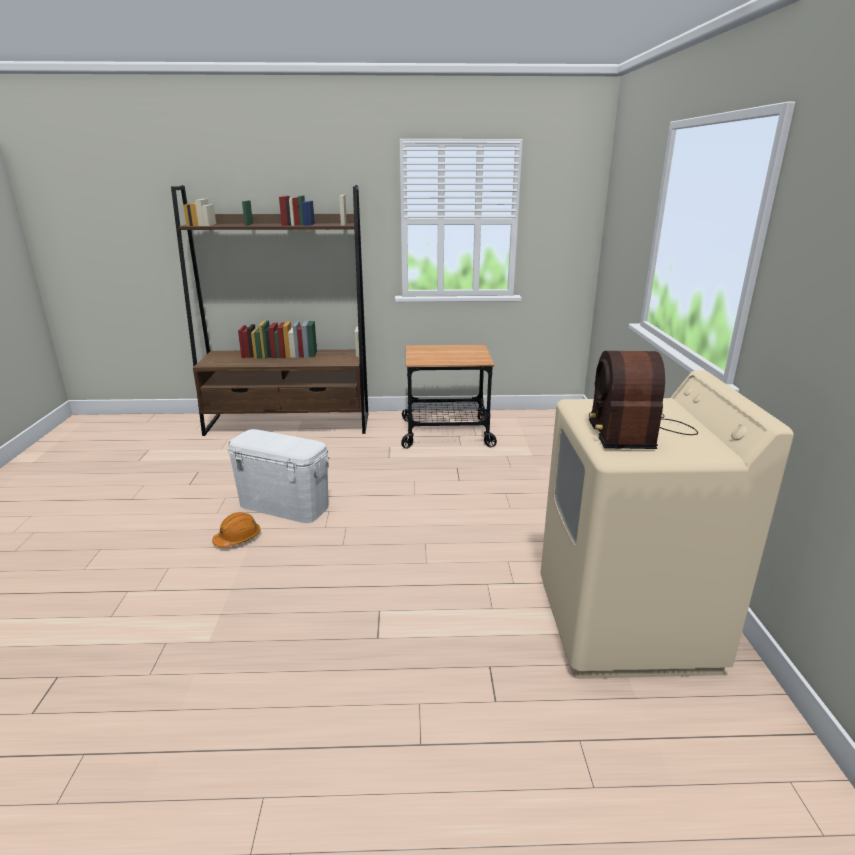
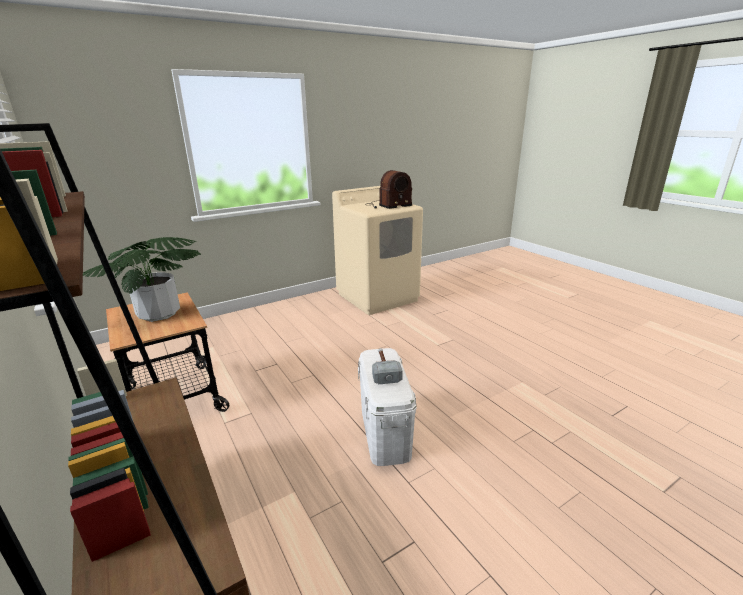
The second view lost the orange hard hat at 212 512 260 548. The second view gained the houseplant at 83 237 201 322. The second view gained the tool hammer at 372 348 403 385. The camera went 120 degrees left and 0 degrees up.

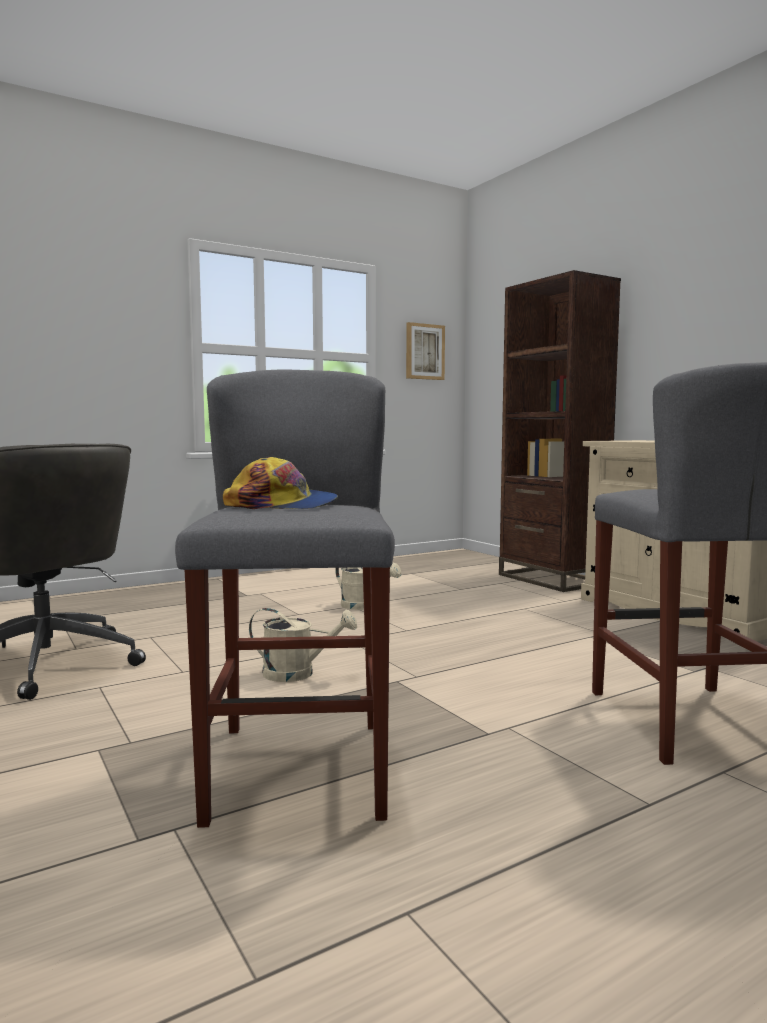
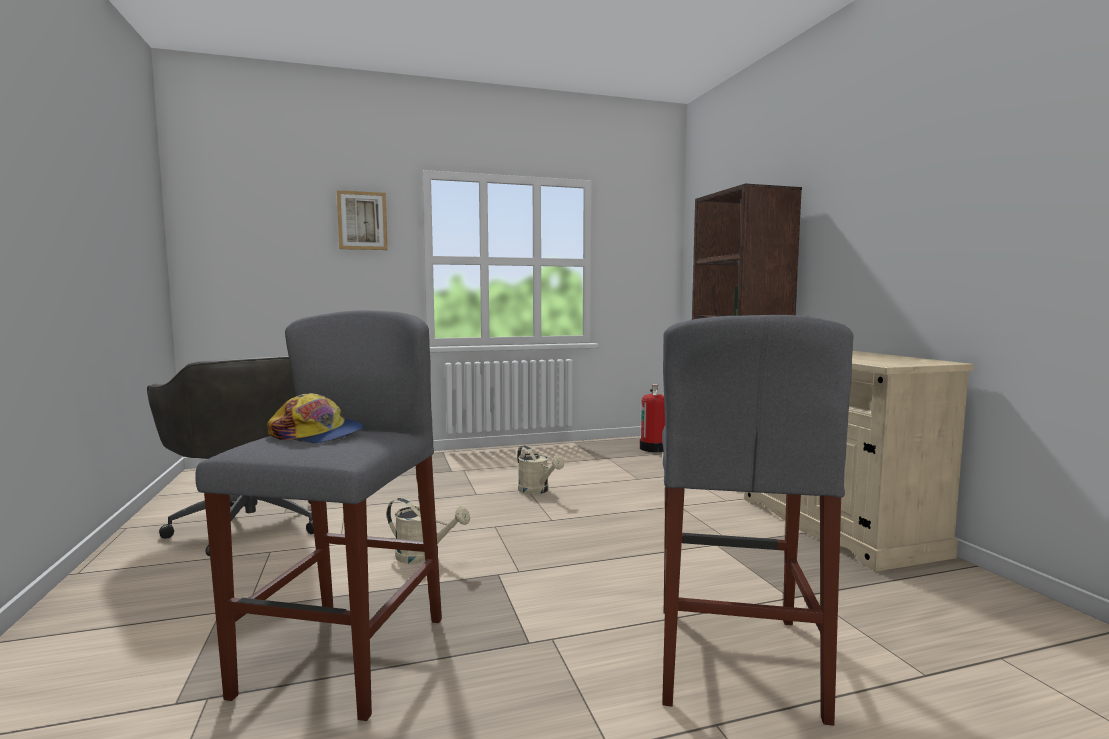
The wall picture ended up elsewhere, having gone from 406 322 445 380 to 337 190 388 250. The second view gained the extinguisher at 640 384 665 452. The camera went 15 degrees right and 0 degrees up.

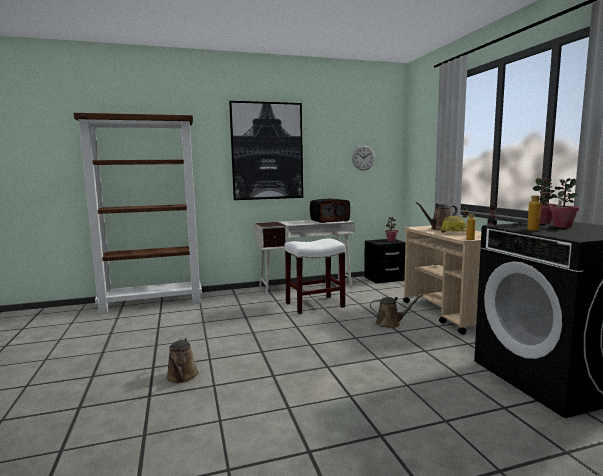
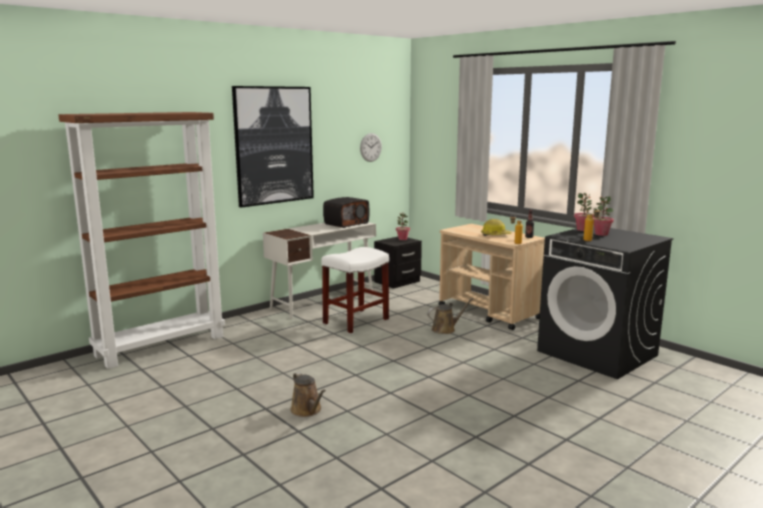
The second view lost the brown-coloured watering can at 416 202 458 230. The camera went 25 degrees left and 5 degrees up.

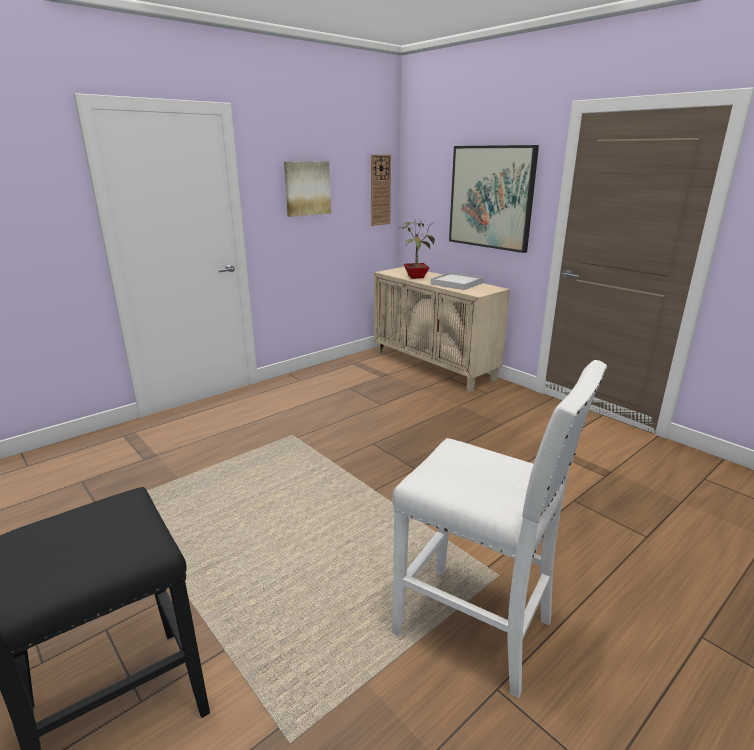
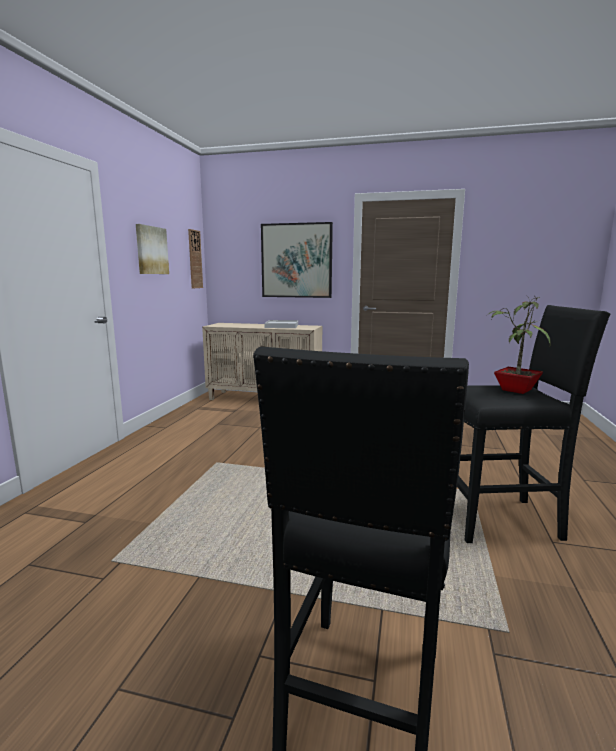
What was the whitish stool at 392 360 607 698 turned into the blackish stool at 457 305 610 543. The houseplant ended up elsewhere, having gone from 400 218 435 279 to 489 296 551 394. The camera went 35 degrees left and 10 degrees down.

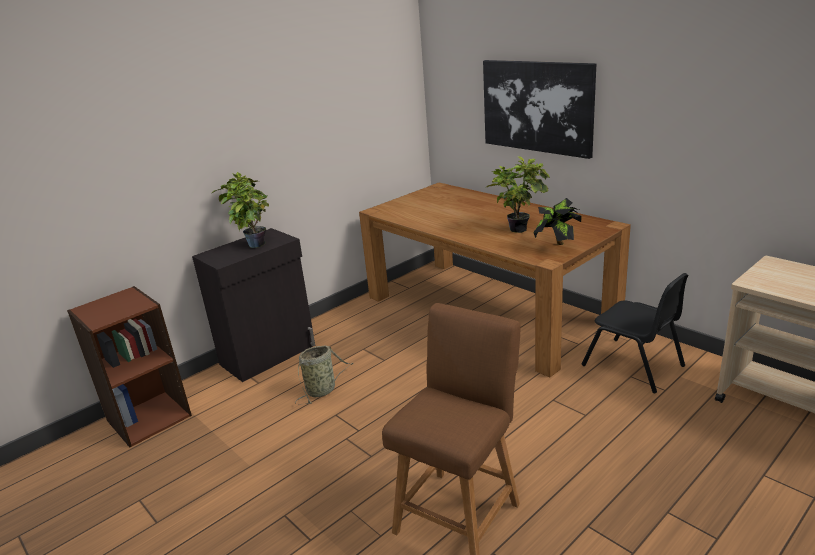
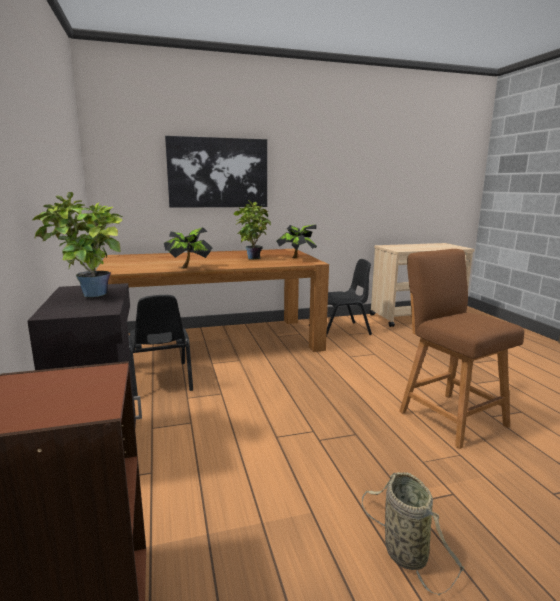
The basket ended up elsewhere, having gone from 295 346 354 404 to 362 472 464 595. The second view gained the blackish chair at 128 295 193 396. The second view gained the houseplant at 164 227 213 269. The camera went 65 degrees left and 10 degrees down.

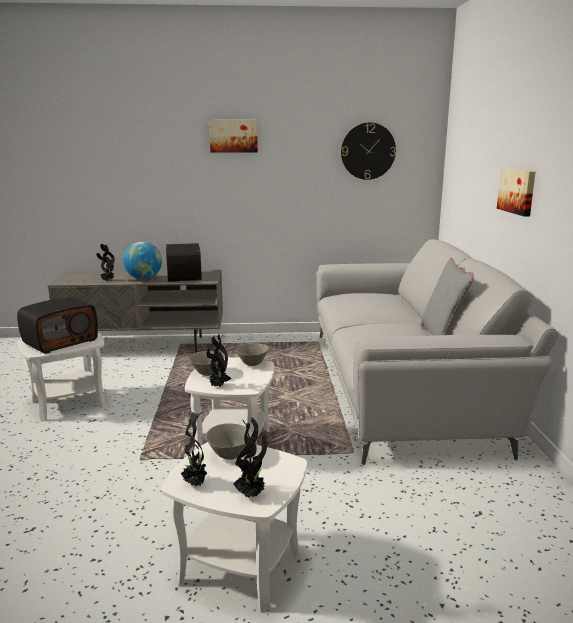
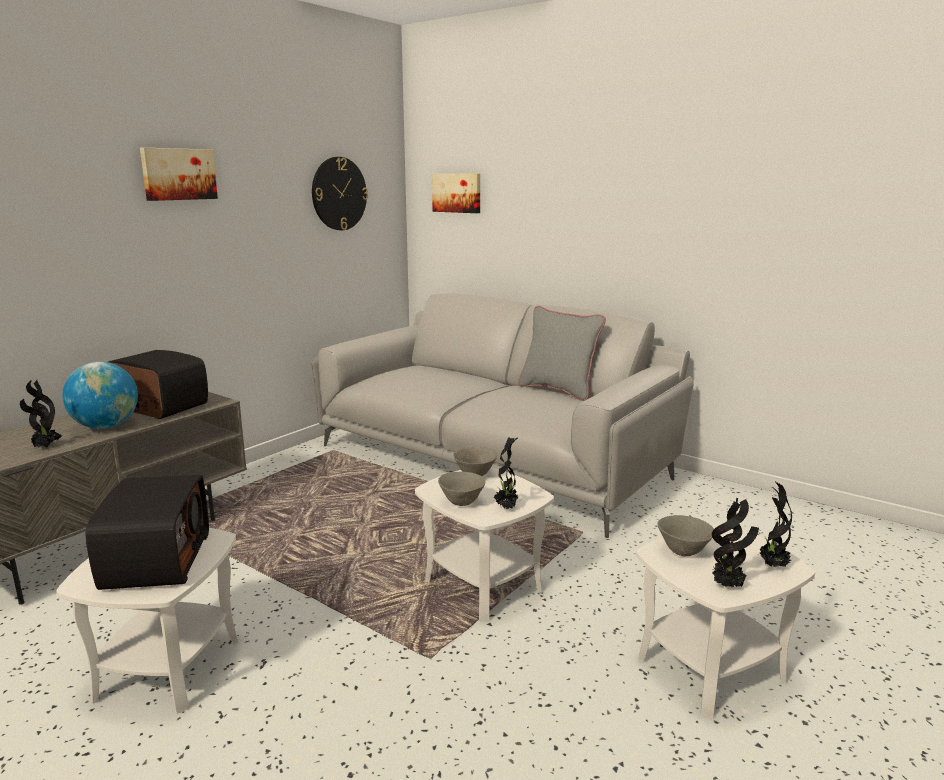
The wall picture ended up elsewhere, having gone from 497 168 536 217 to 432 174 480 213. The camera went 50 degrees left and 0 degrees up.

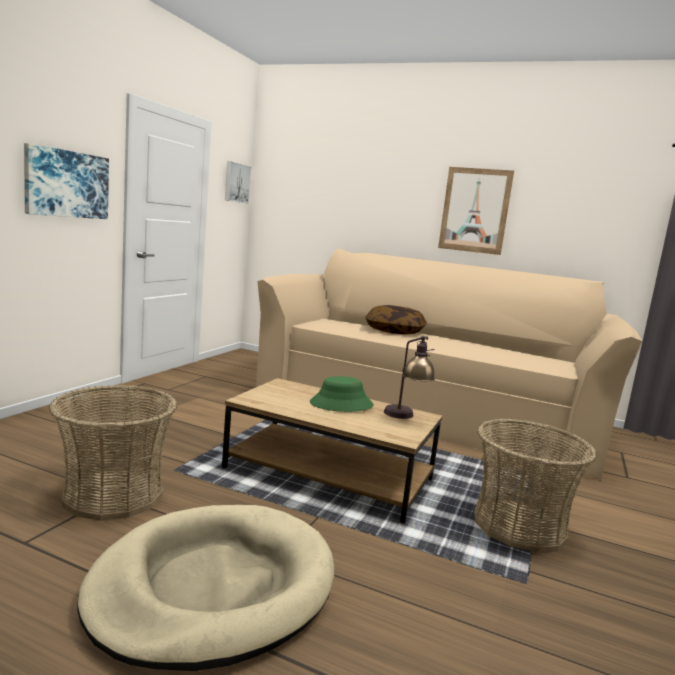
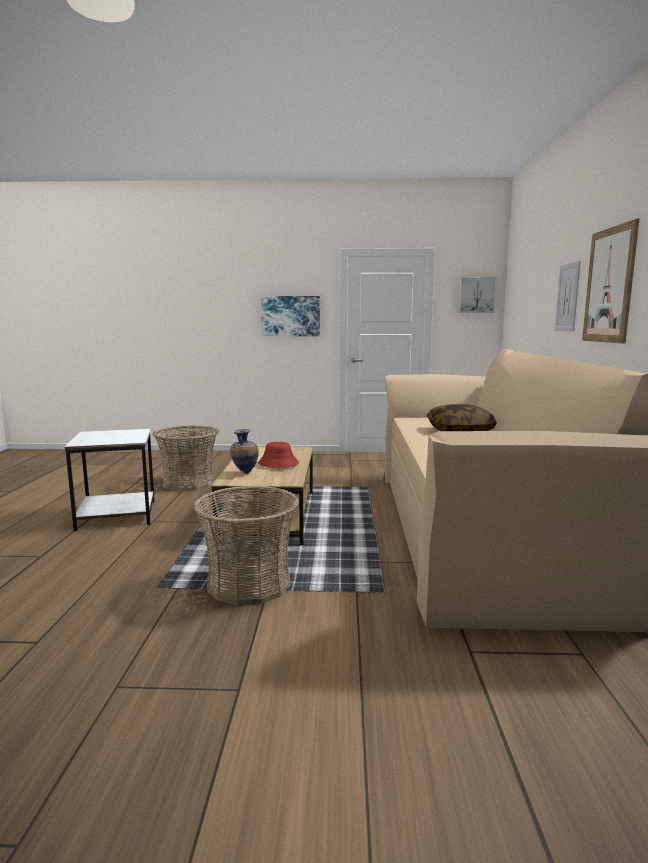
Where the beige pet bed stood at 78 505 335 671, the whitish accent table came to stand at 65 429 155 531. What was the green wearable hat at 310 376 374 412 turned into the red-coloured wearable hat at 258 442 299 468. The second view lost the lamp for a table at 384 336 435 419. The second view gained the flower vase at 230 429 259 474. The second view gained the wall picture at 555 261 581 332. The camera went 70 degrees right and 0 degrees up.

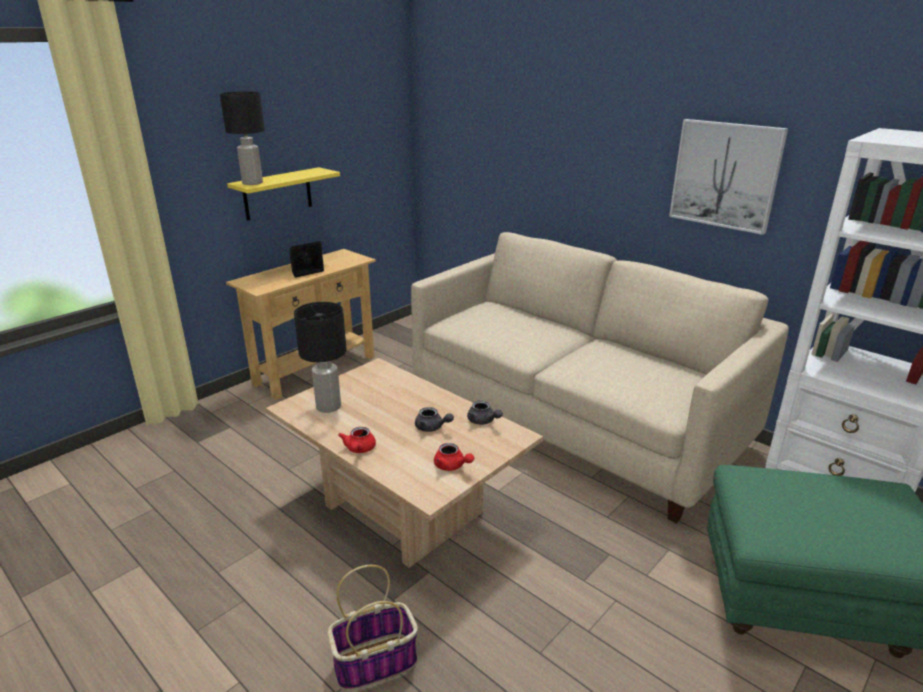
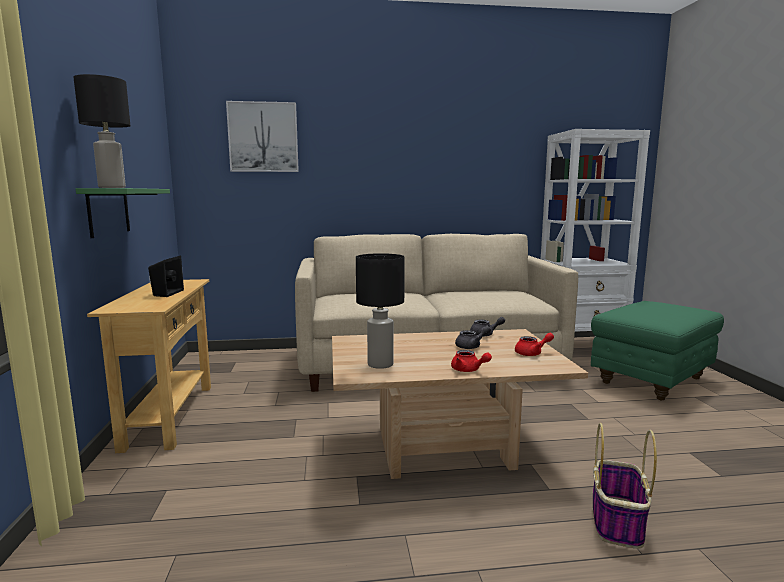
What was the yellowish shelf at 227 167 340 221 turned into the green shelf at 76 188 170 238. The wall picture ended up elsewhere, having gone from 669 119 788 235 to 226 101 299 172. The camera went 50 degrees left and 15 degrees down.

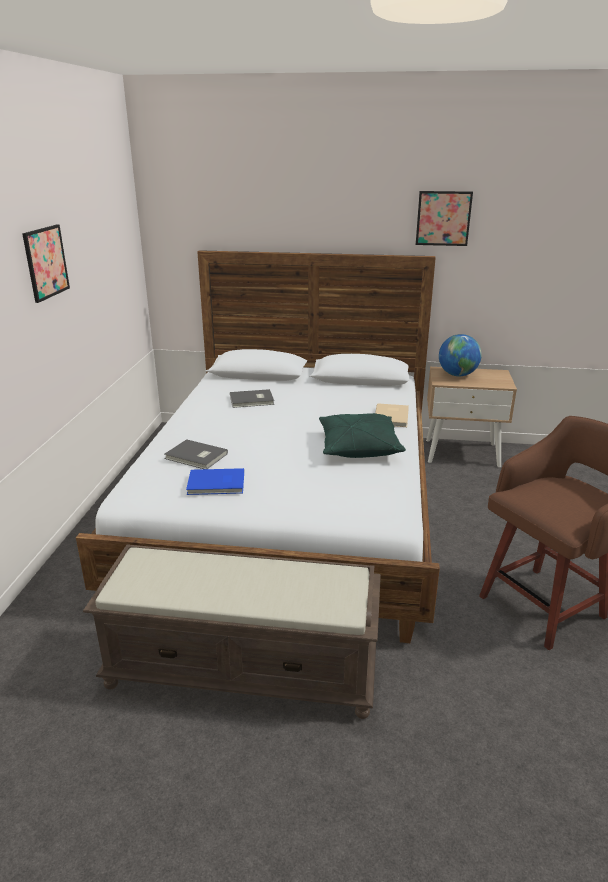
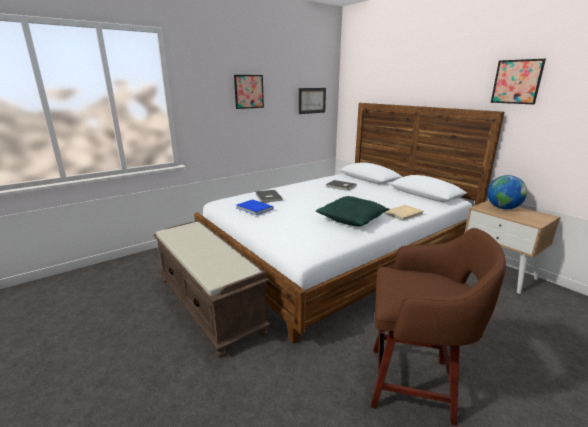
The second view gained the wall picture at 299 88 326 114. The camera went 45 degrees right and 5 degrees down.

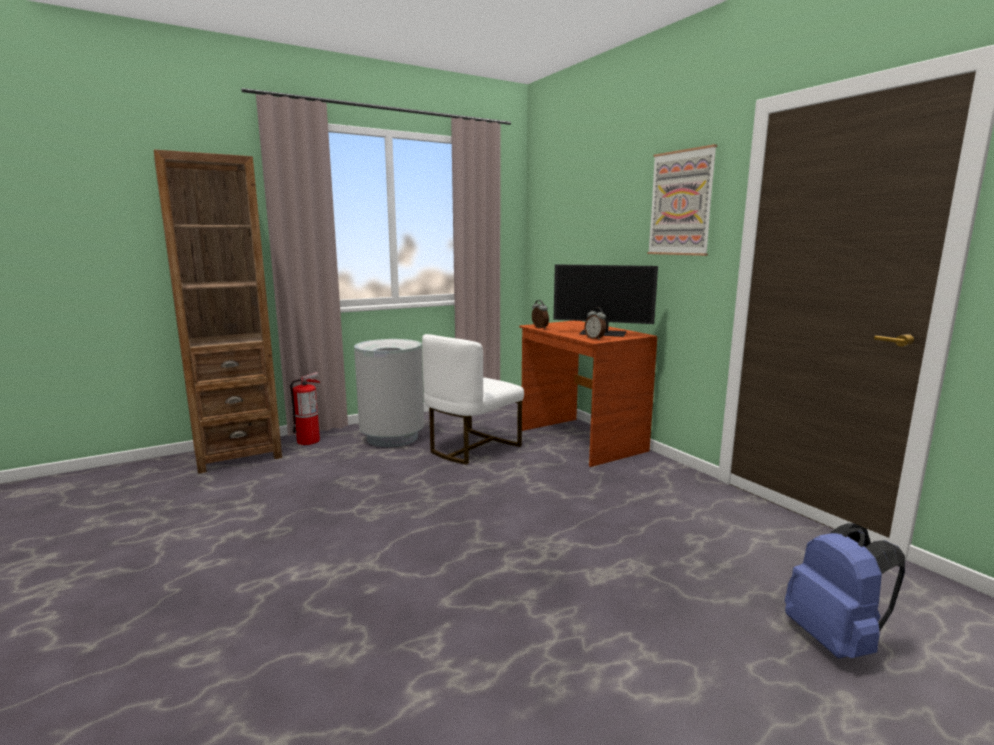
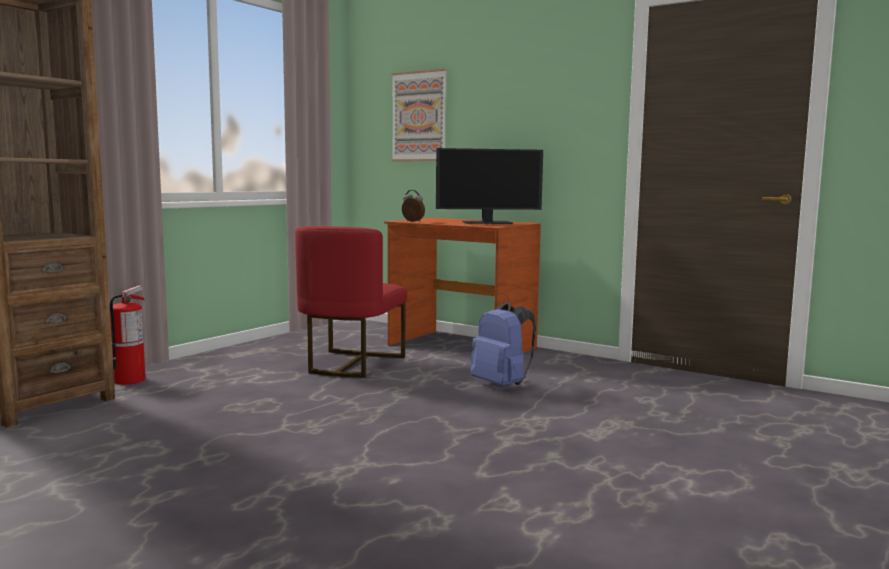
The second view lost the greyish waste bin at 354 339 424 447. What was the whitish chair at 422 334 524 465 turned into the red-coloured chair at 295 226 407 378. The second view lost the table clock at 585 307 606 340. The wall picture ended up elsewhere, having gone from 647 144 717 256 to 392 69 447 161. The blue backpack ended up elsewhere, having gone from 785 523 905 658 to 470 301 536 386. The camera went 25 degrees left and 5 degrees down.

